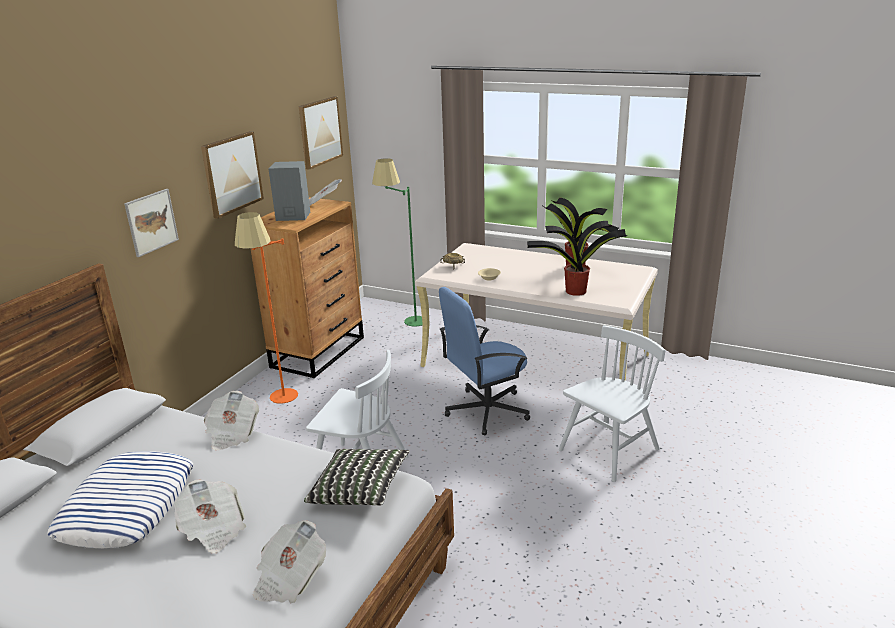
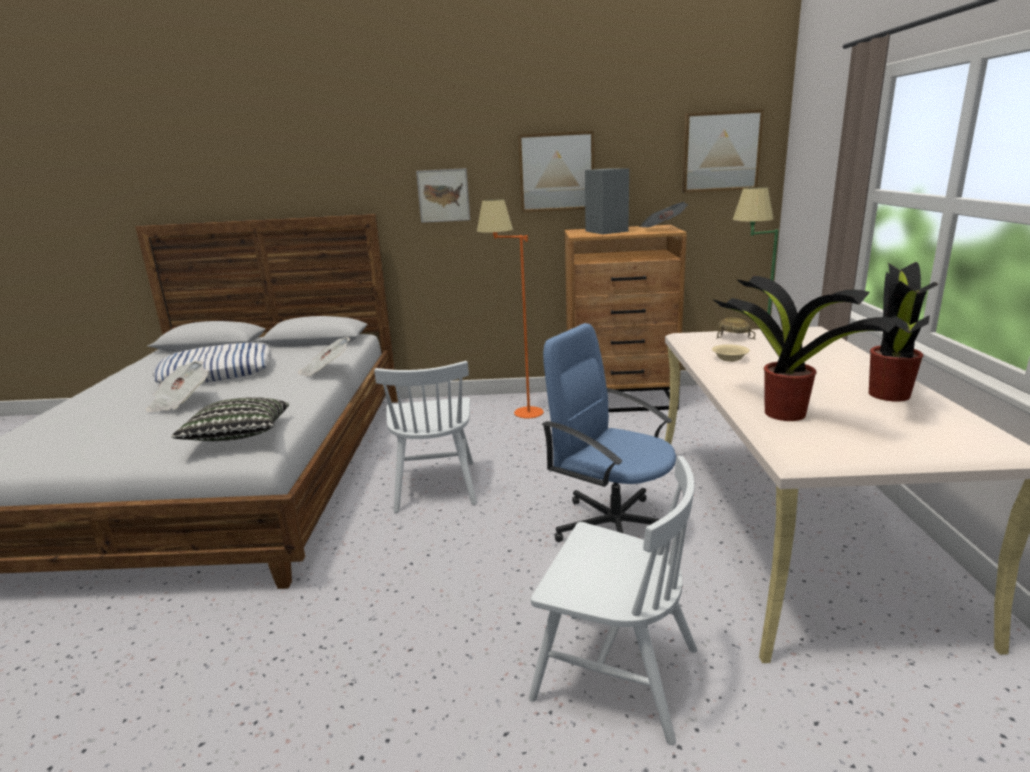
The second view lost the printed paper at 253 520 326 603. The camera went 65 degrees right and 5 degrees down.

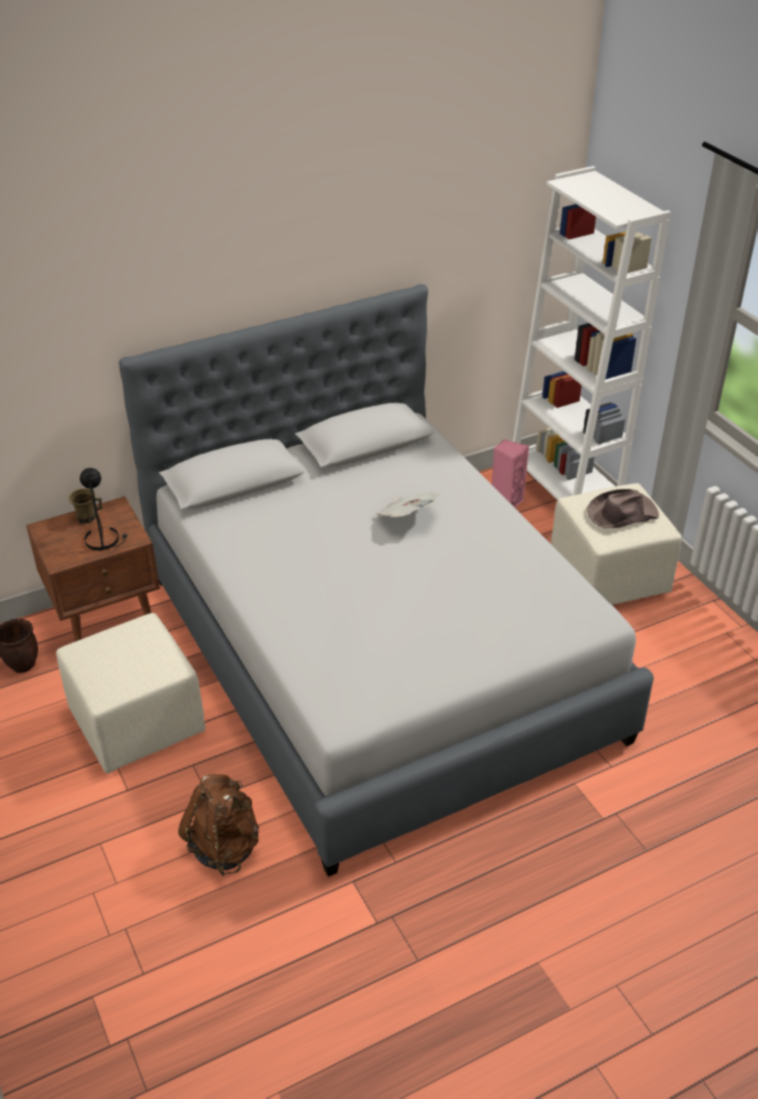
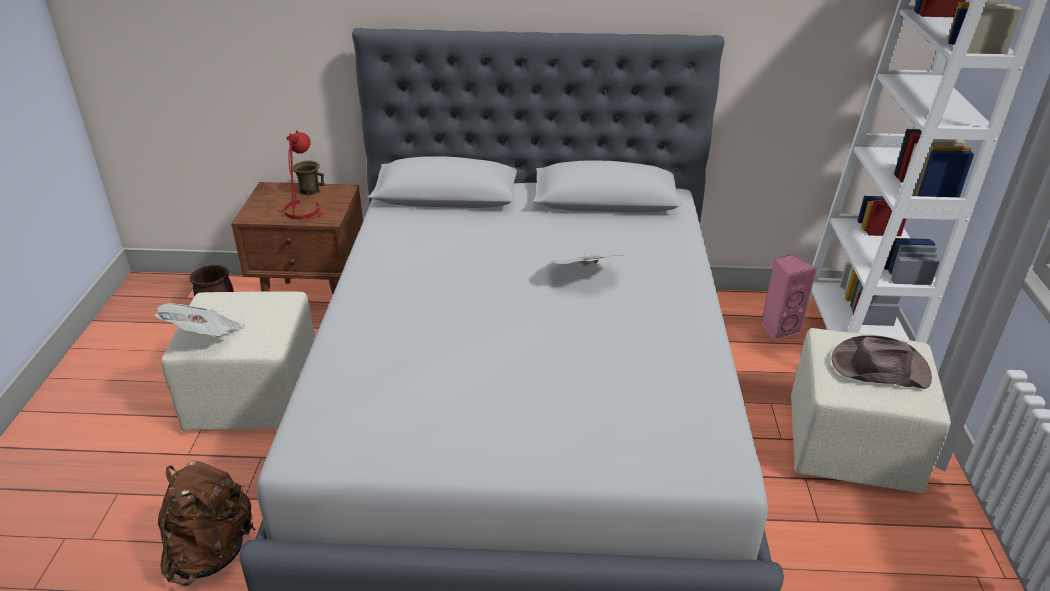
What was the blackish lamp for a table at 80 468 128 550 turned into the red-coloured lamp for a table at 284 130 325 219. The second view gained the printed paper at 154 303 245 337. The camera went 30 degrees right and 5 degrees down.

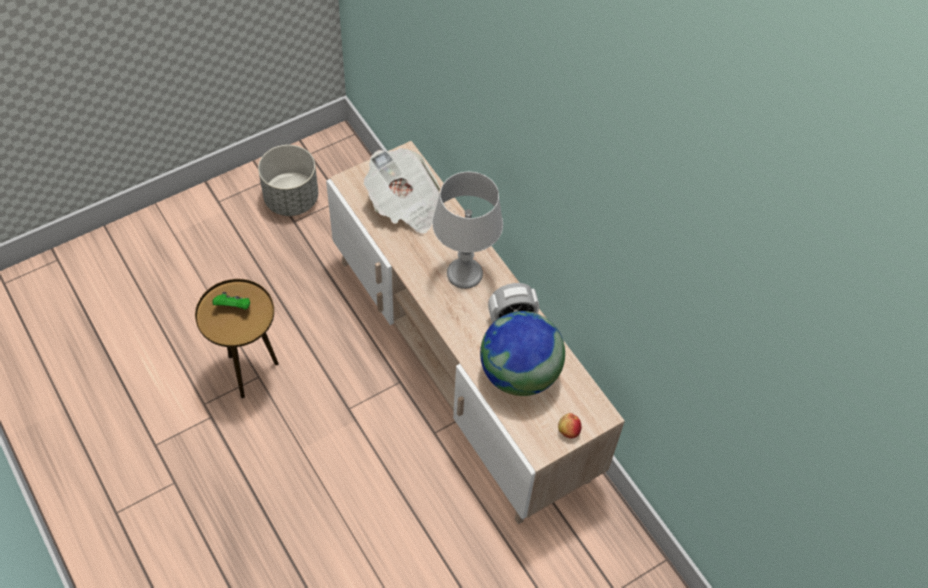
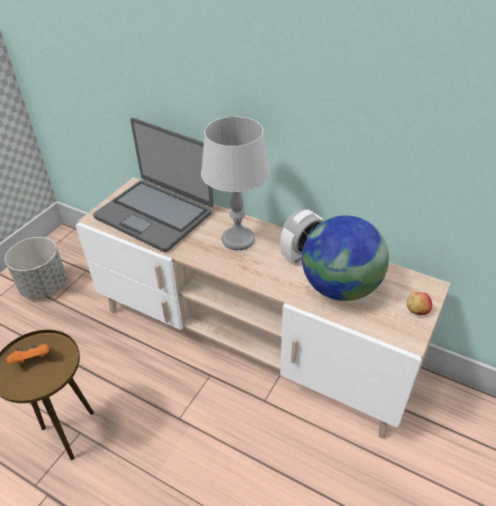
What was the green game controller at 212 292 250 310 turned into the orange game controller at 6 344 49 364. Where the printed paper stood at 364 148 440 234, the laptop came to stand at 93 118 214 252. The camera went 25 degrees left and 15 degrees down.

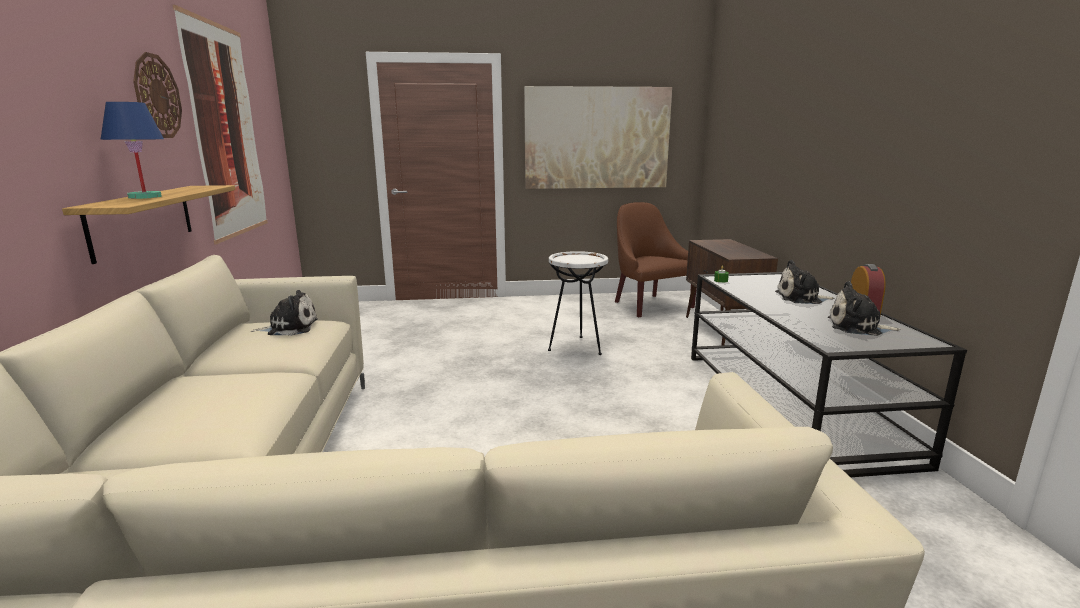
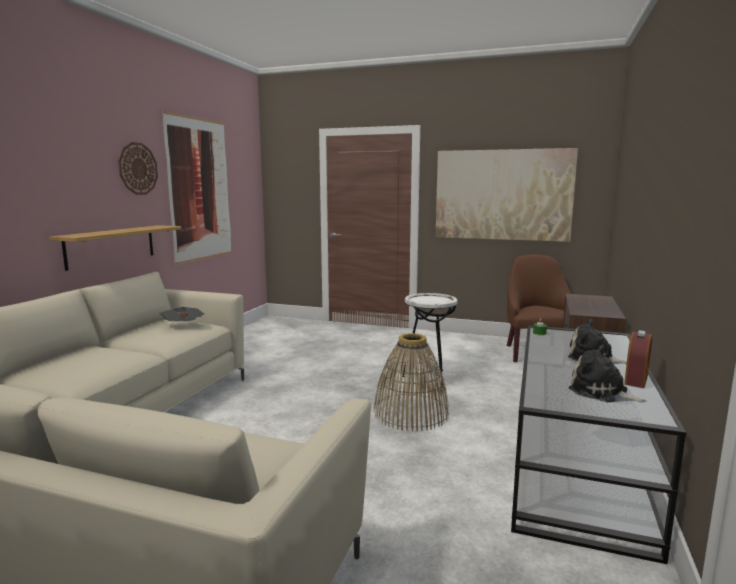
The second view lost the blue lamp for a table at 101 102 164 199. Where the plush toy stood at 251 290 318 336, the printed paper came to stand at 159 307 204 321. The second view gained the basket at 374 333 449 432. The camera went 25 degrees right and 5 degrees down.

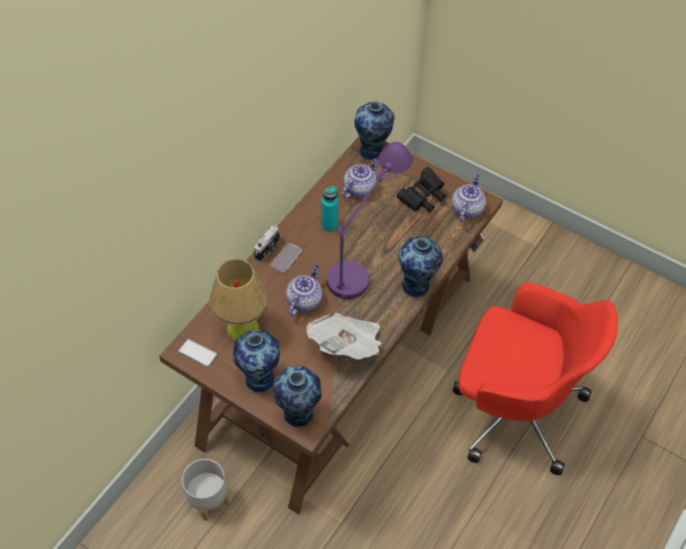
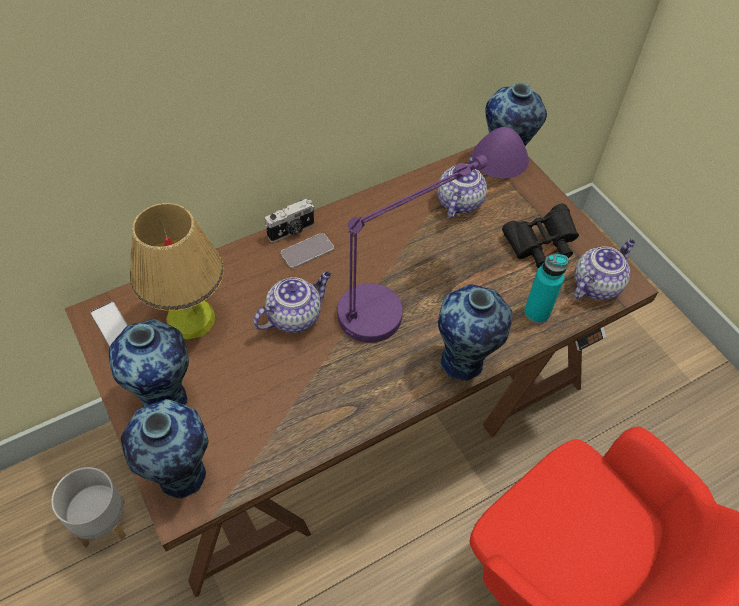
The second view lost the printed paper at 306 312 382 360. The turquoise-coloured drink bottle ended up elsewhere, having gone from 321 186 338 232 to 524 254 569 323. The teapot at 342 158 378 199 ended up facing another way, 45 degrees counterclockwise from before. The camera went 25 degrees right and 0 degrees up.

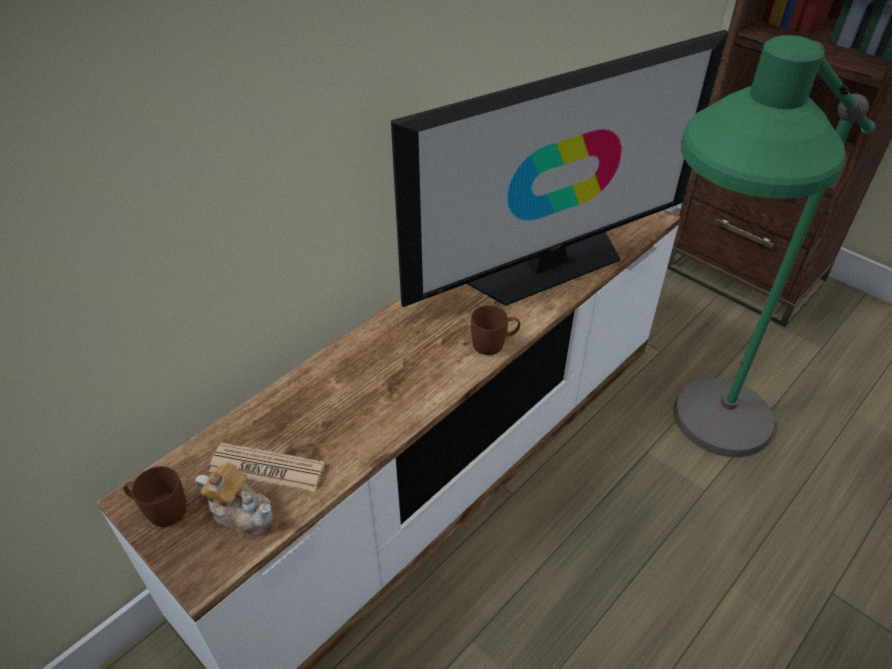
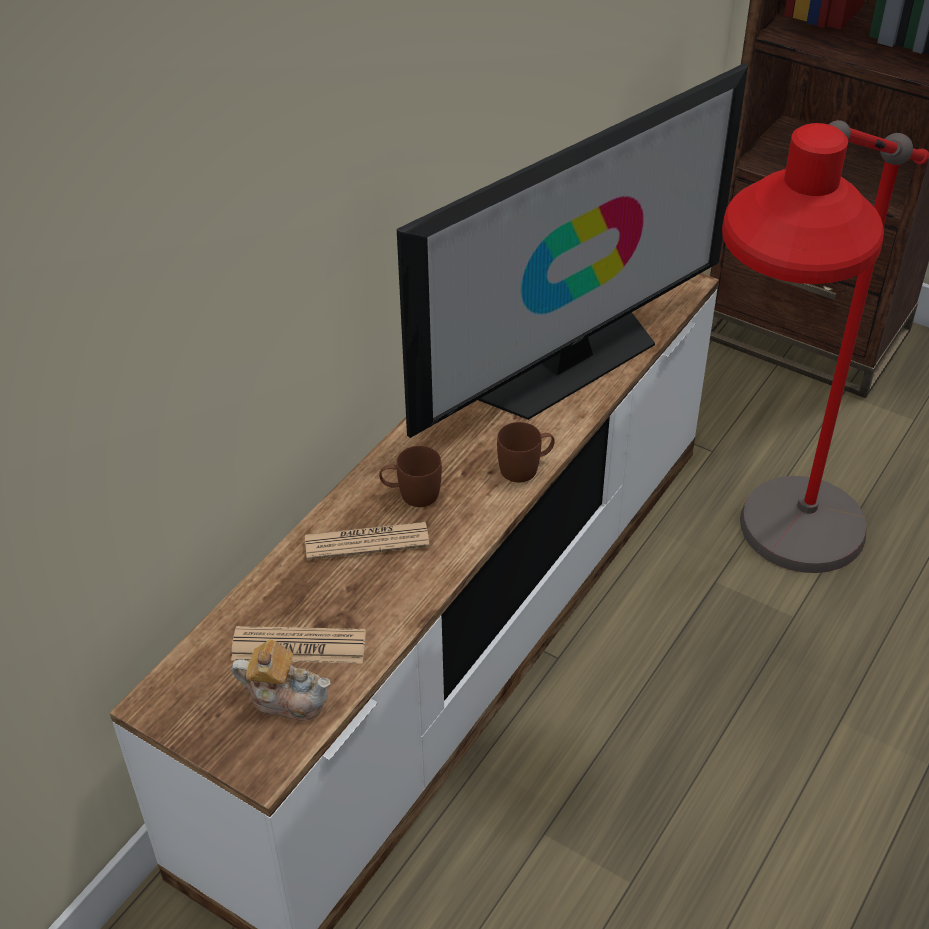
The brown-coloured coffee mug ended up elsewhere, having gone from 123 466 186 527 to 379 446 442 507. What was the green standard lamp at 673 35 876 457 turned into the red-coloured standard lamp at 722 120 929 573. The second view gained the printed paper at 305 522 430 560. The camera went 10 degrees left and 0 degrees up.

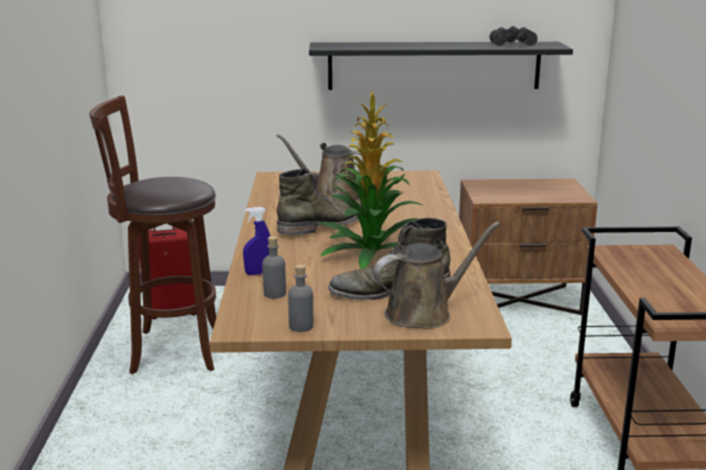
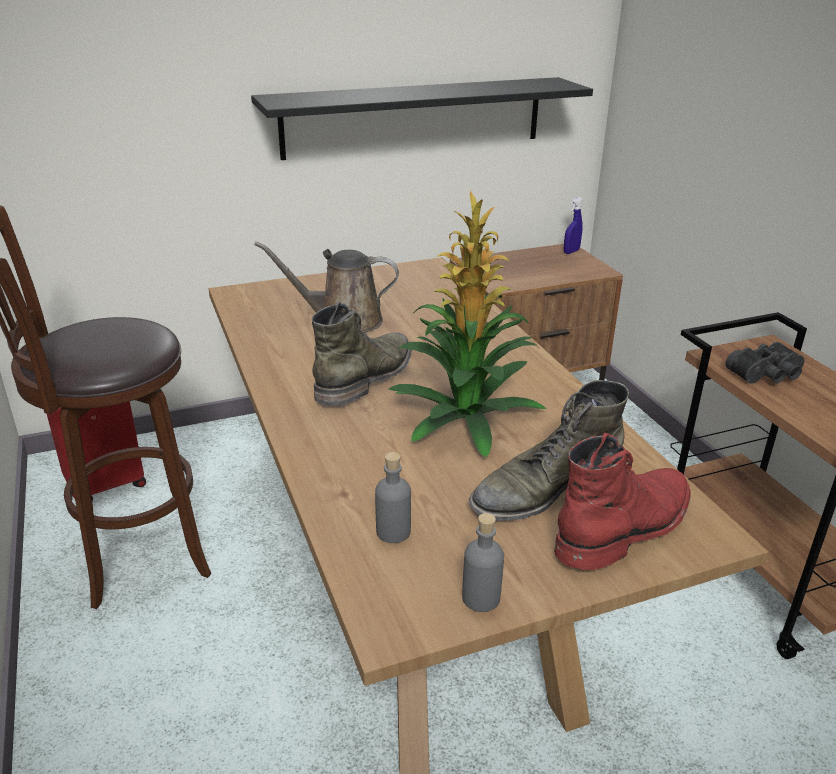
The blue spray bottle ended up elsewhere, having gone from 243 207 270 275 to 564 197 583 254. Where the brown-coloured watering can stood at 373 222 500 329, the red-coloured tall boot came to stand at 554 433 691 570. The blackish binoculars ended up elsewhere, having gone from 489 26 538 46 to 726 342 804 384. The camera went 20 degrees left and 10 degrees up.

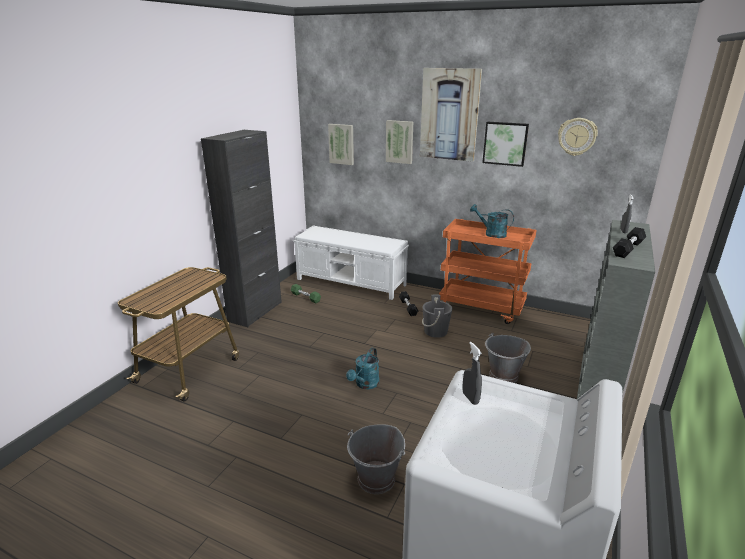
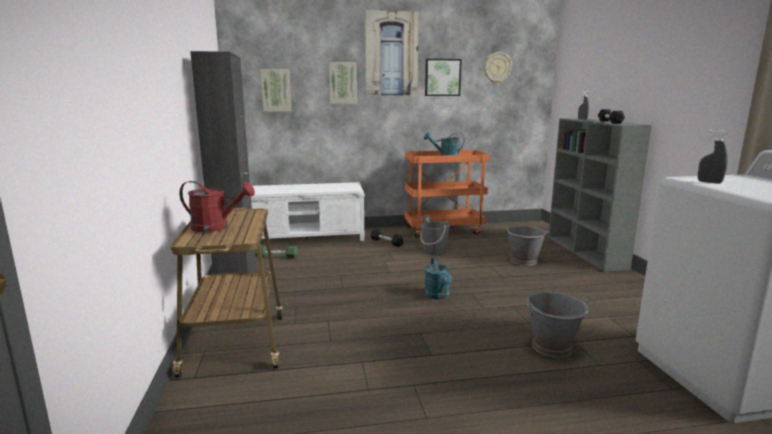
The second view gained the red-coloured watering can at 179 181 255 232. The camera went 35 degrees left and 10 degrees down.

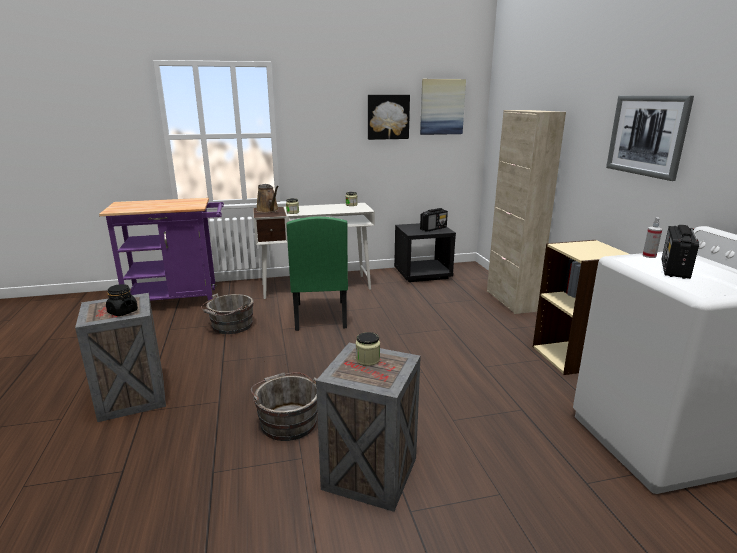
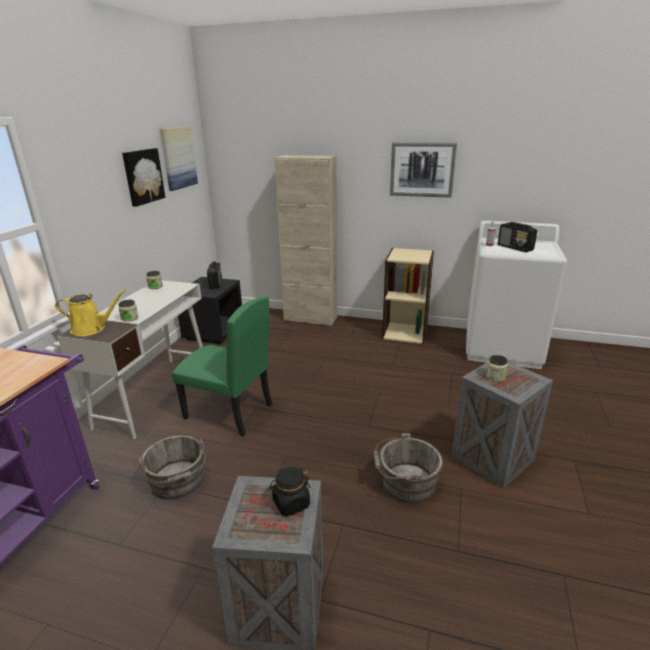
What was the brown-coloured watering can at 256 184 279 213 turned into the yellowish watering can at 55 290 126 336. The camera went 60 degrees left and 5 degrees up.

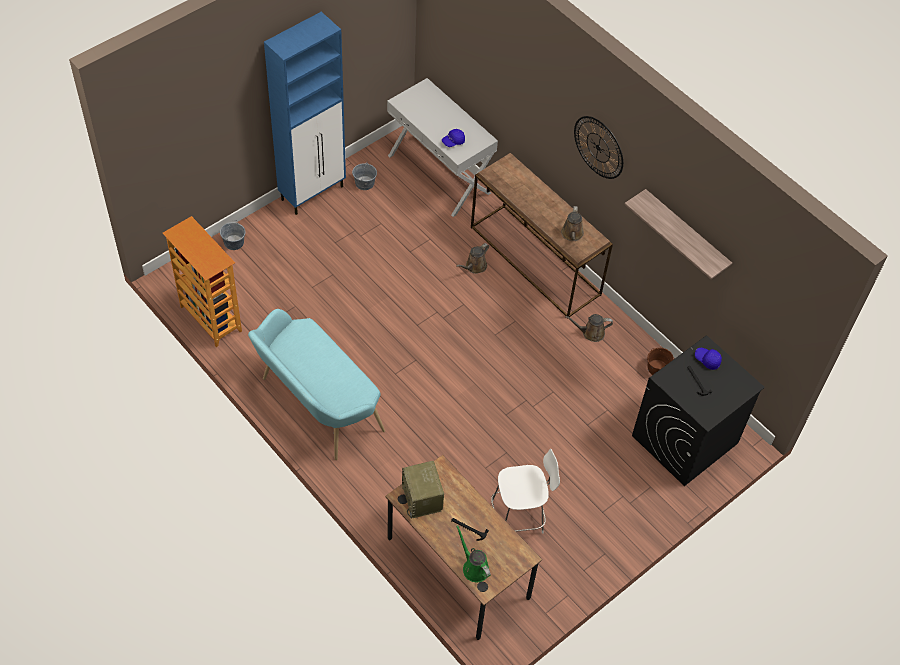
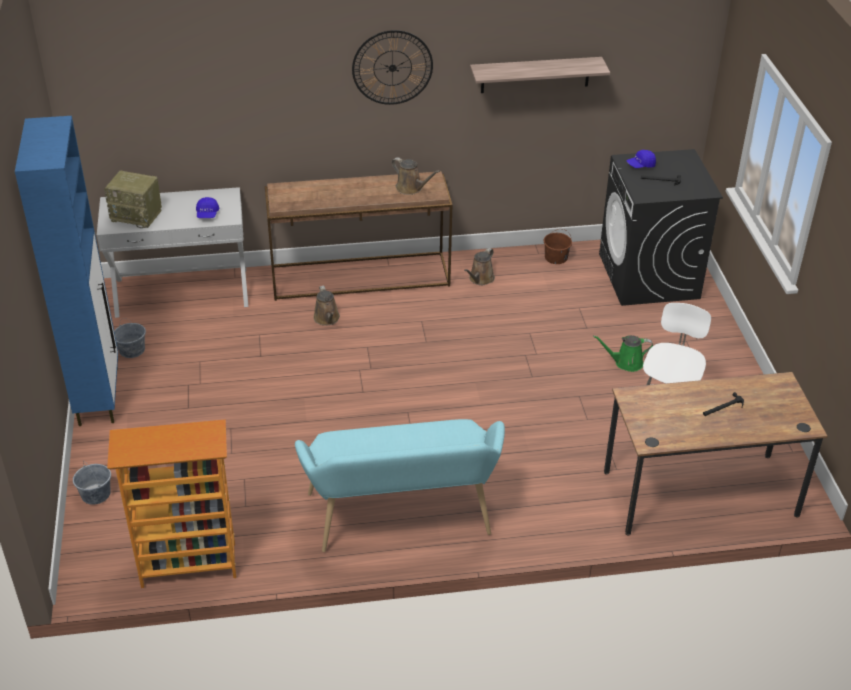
The radio receiver ended up elsewhere, having gone from 402 461 444 519 to 104 171 162 228. The green watering can ended up elsewhere, having gone from 456 525 491 582 to 593 335 653 372. The camera went 55 degrees left and 15 degrees down.

